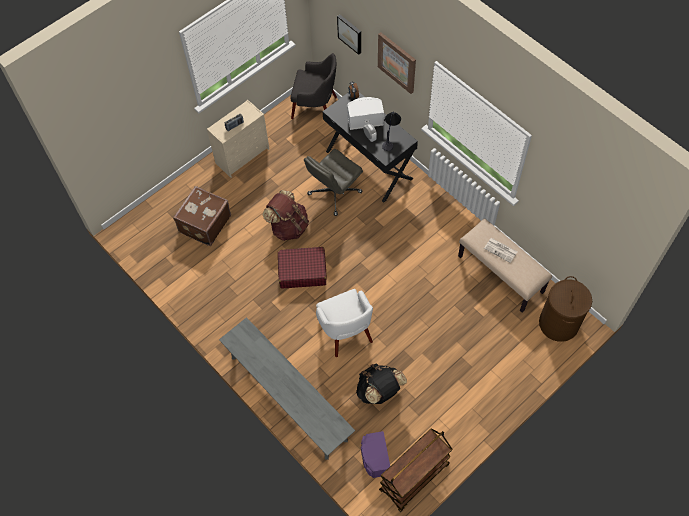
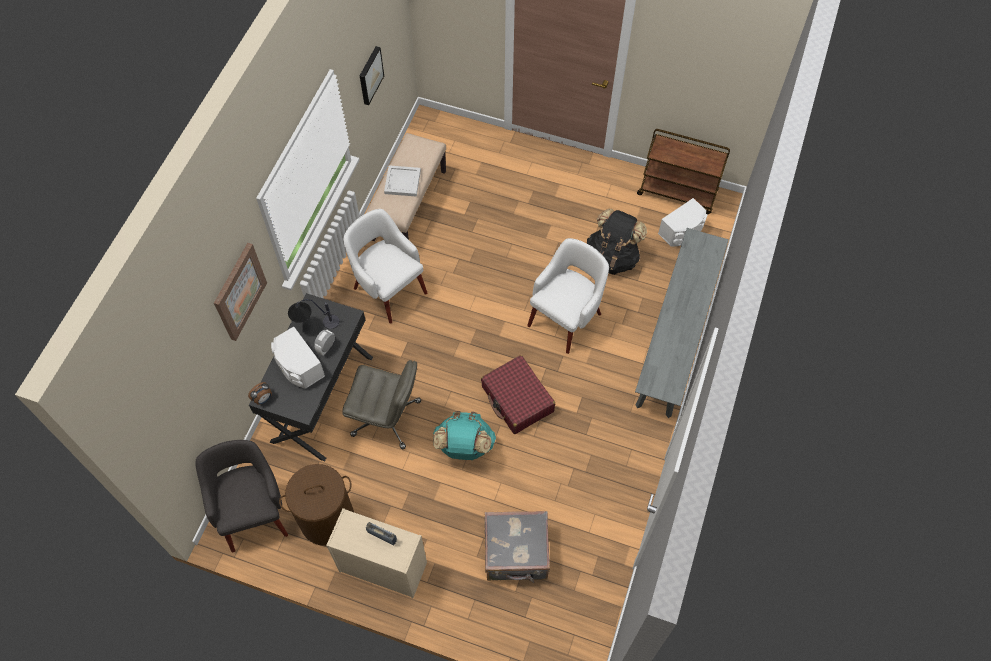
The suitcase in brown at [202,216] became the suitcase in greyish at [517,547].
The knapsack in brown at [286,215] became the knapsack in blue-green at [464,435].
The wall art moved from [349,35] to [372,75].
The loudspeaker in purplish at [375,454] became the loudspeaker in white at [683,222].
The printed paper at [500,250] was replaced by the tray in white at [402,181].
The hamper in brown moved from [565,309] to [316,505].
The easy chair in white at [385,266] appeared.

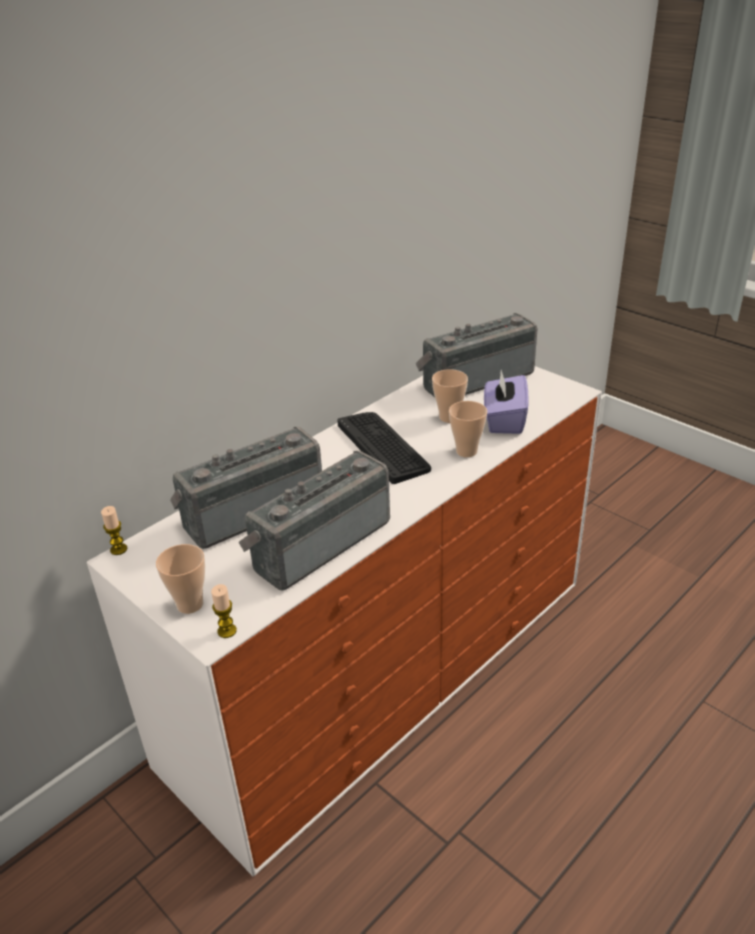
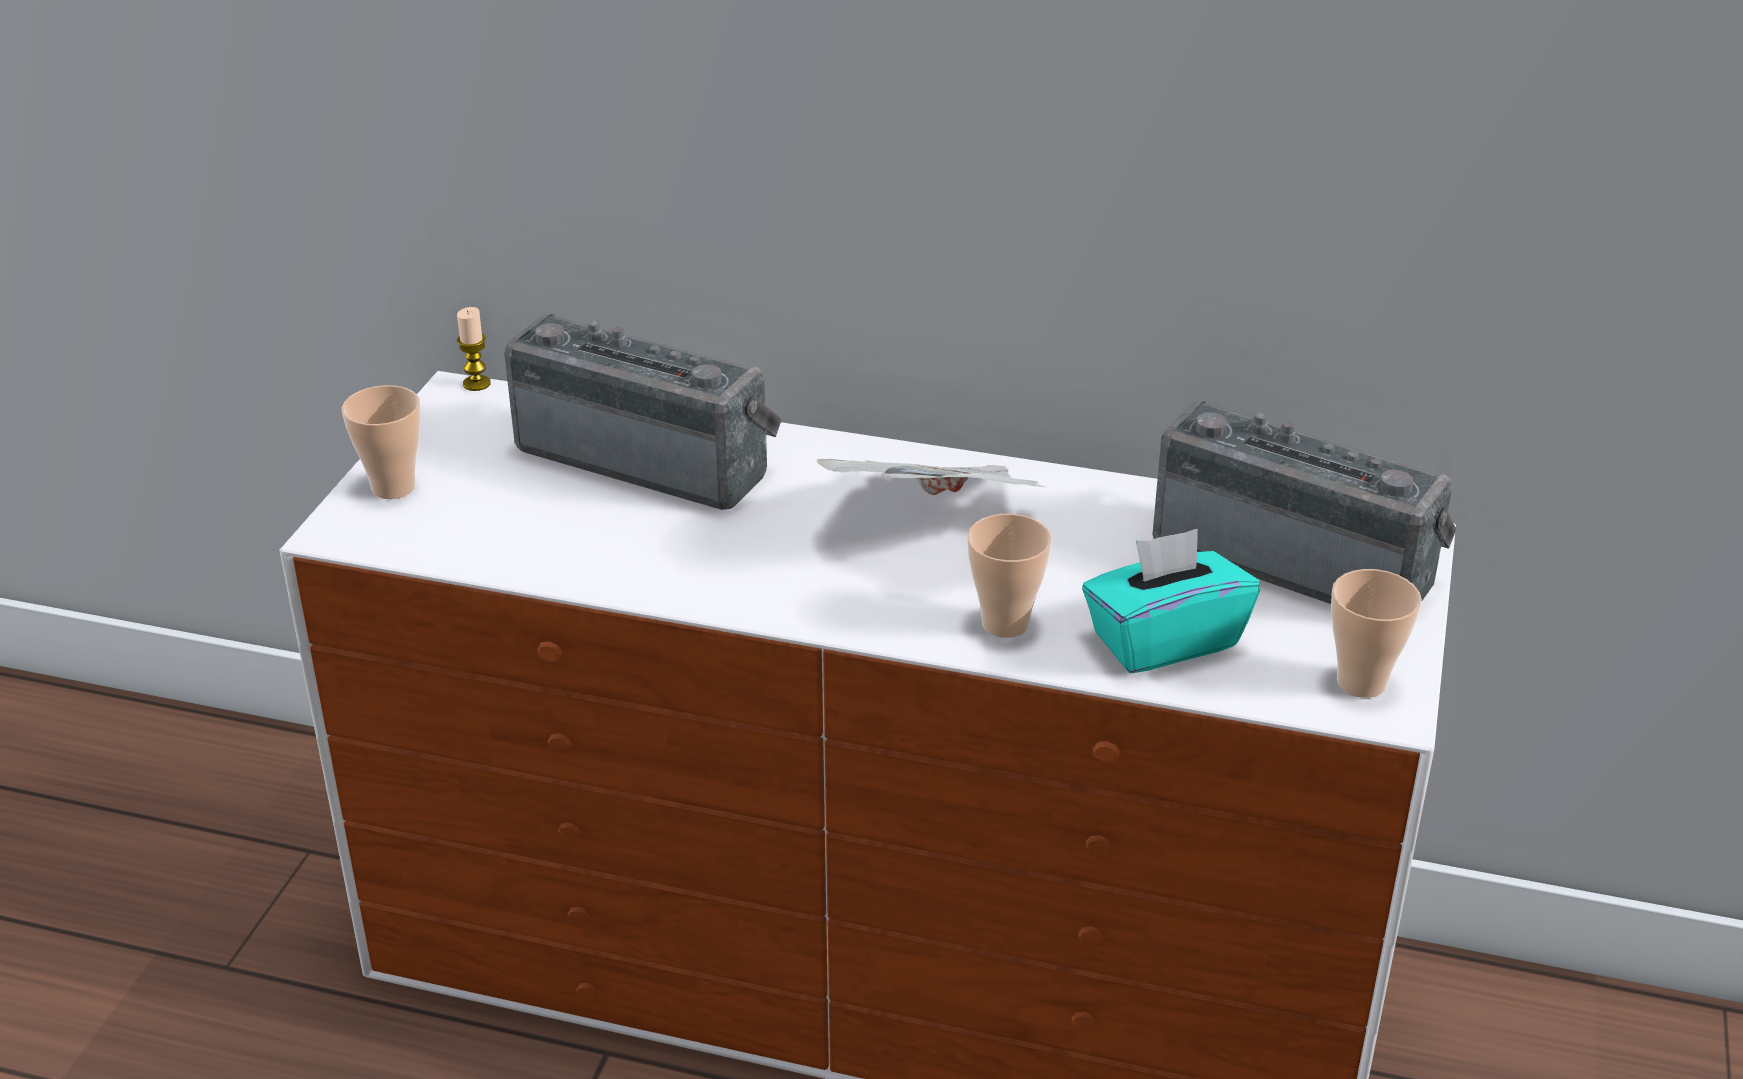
The candle at [224,611] disappeared.
The radio set at [314,521] disappeared.
The PC keyboard at [384,448] was replaced by the printed paper at [931,477].
The cup moved from [450,396] to [1376,633].
The tissue holder in purplish at [506,402] became the tissue holder in blue-green at [1171,600].

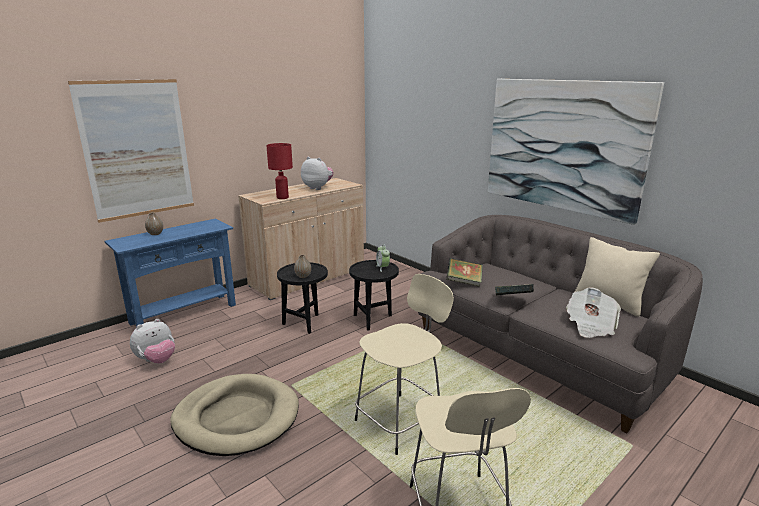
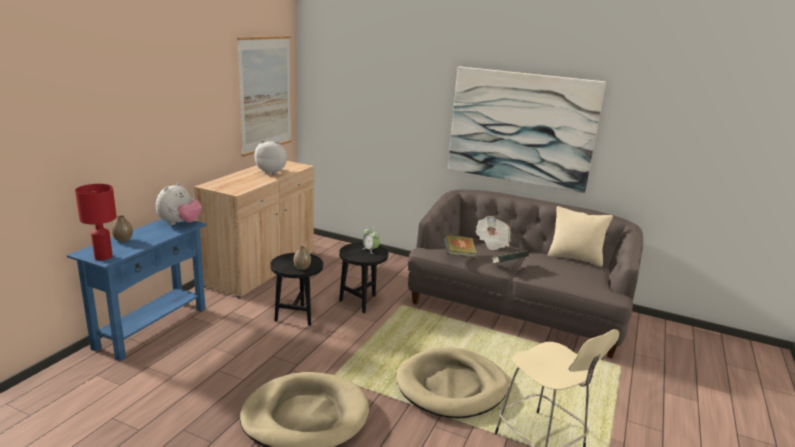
The wall art moved from [131,151] to [264,96].
The cuddly toy moved from [152,341] to [179,203].
The table lamp in red moved from [279,171] to [96,222].
The sitting stool in beige-coloured at [404,364] was replaced by the pet bed in beige-coloured at [452,383].
The printed paper moved from [593,312] to [493,233].

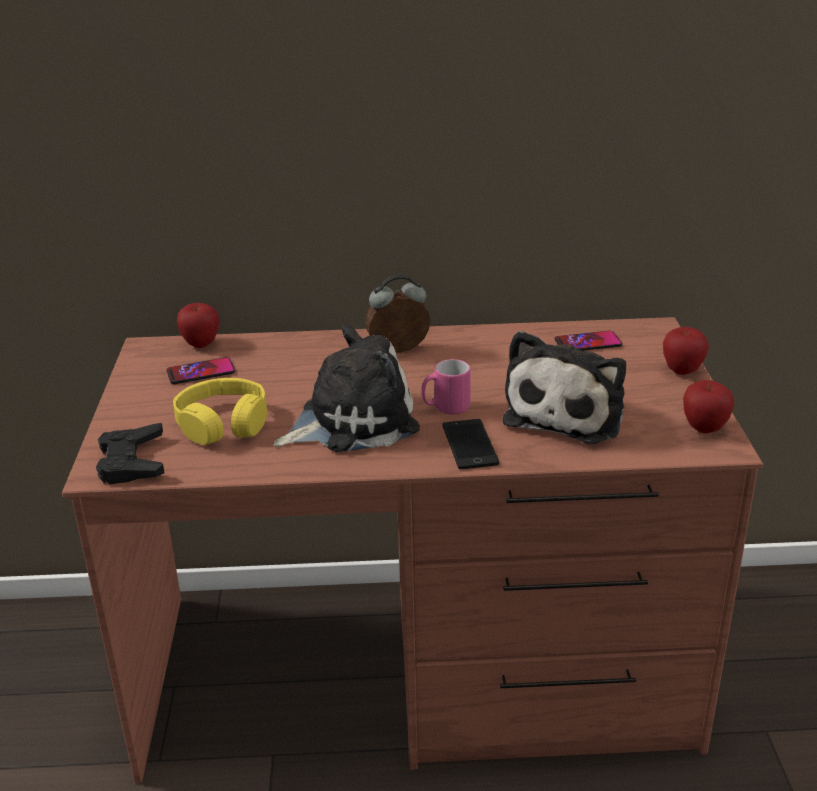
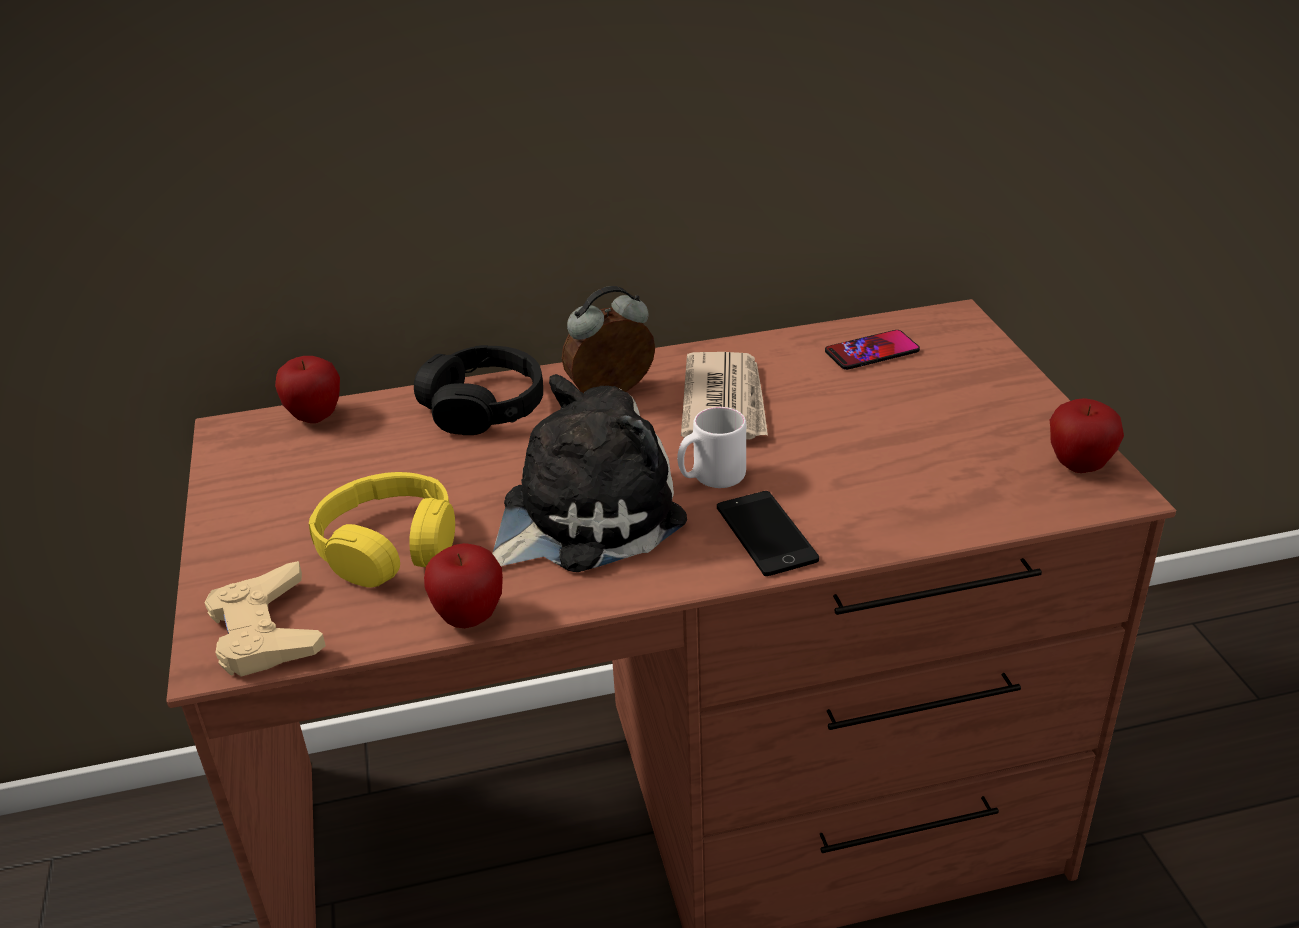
The game controller in black at [130,453] became the game controller in beige-coloured at [265,618].
The handset at [201,370] disappeared.
The coffee mug in pink-coloured at [446,387] became the coffee mug in white at [711,447].
The cuddly toy at [564,387] disappeared.
The whole apple moved from [686,351] to [463,585].
The pair of headphones in black at [478,390] appeared.
The printed paper at [724,396] appeared.

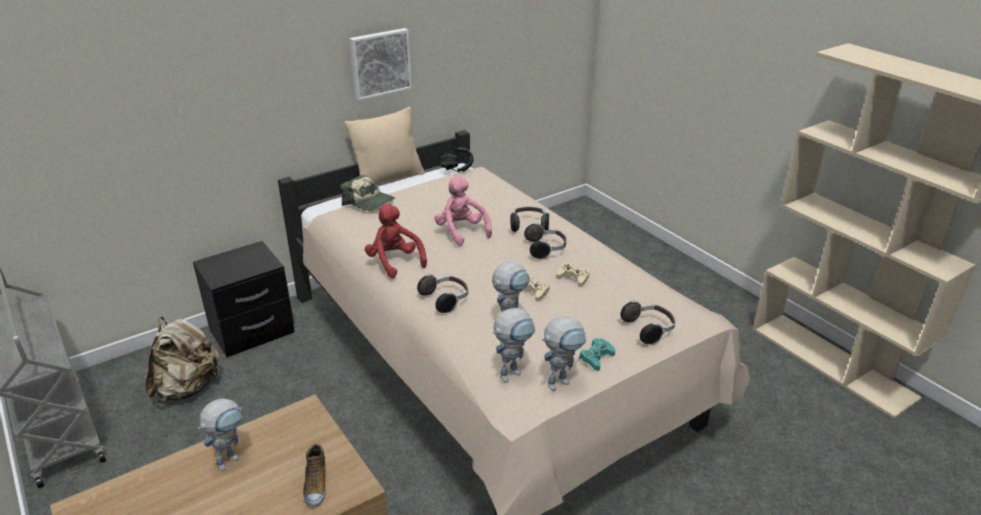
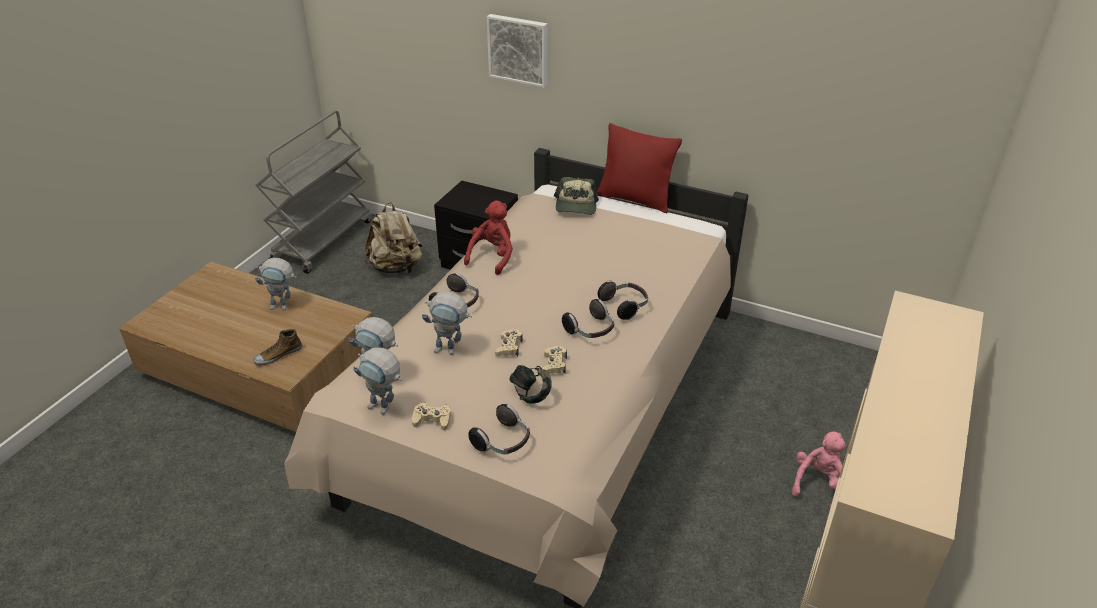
The cushion in beige-coloured at [385,146] became the cushion in red at [639,168].
The wall art moved from [380,64] to [517,51].
The cuddly toy in pink-coloured moved from [463,211] to [819,469].
The pair of headphones moved from [457,160] to [530,384].
The game controller in blue-green at [597,354] became the game controller in beige-coloured at [431,416].

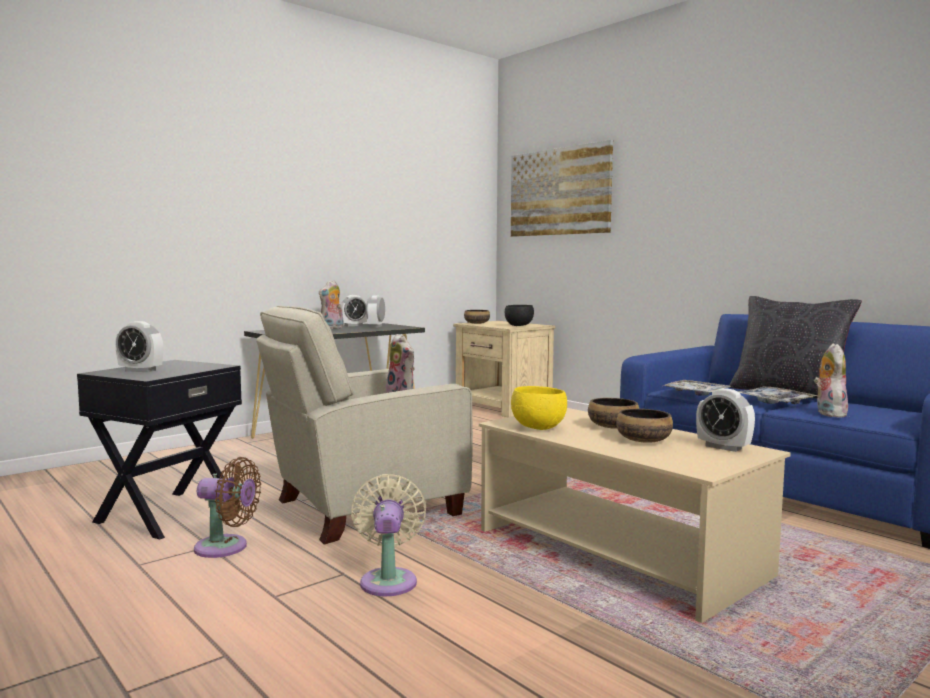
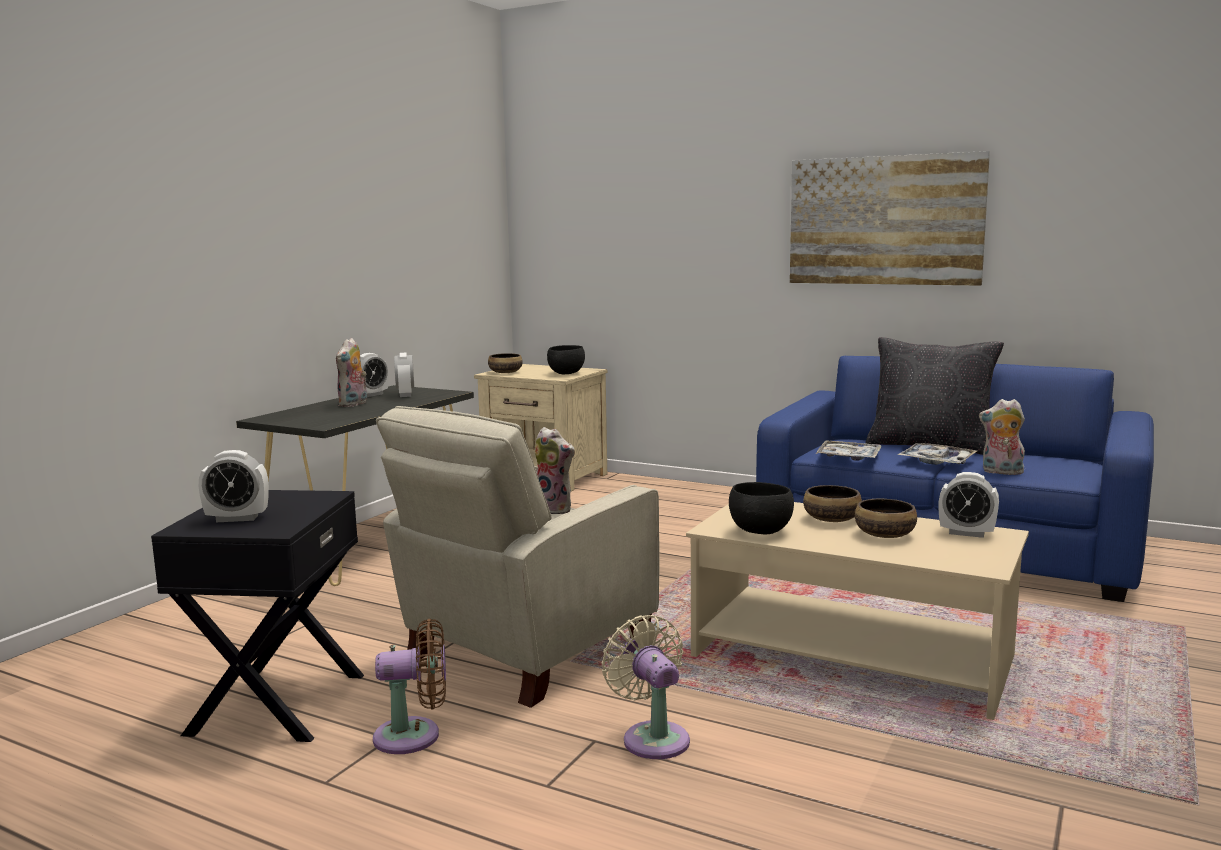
The wall art moved from [562,188] to [890,218].
The serving bowl in yellowish at [539,408] became the serving bowl in black at [761,508].
The cuddly toy at [831,380] turned 60 degrees counterclockwise.

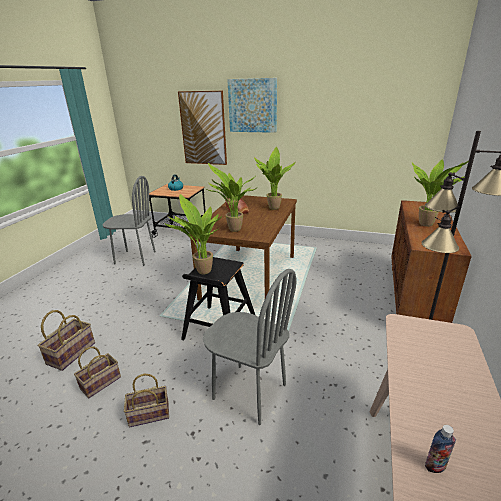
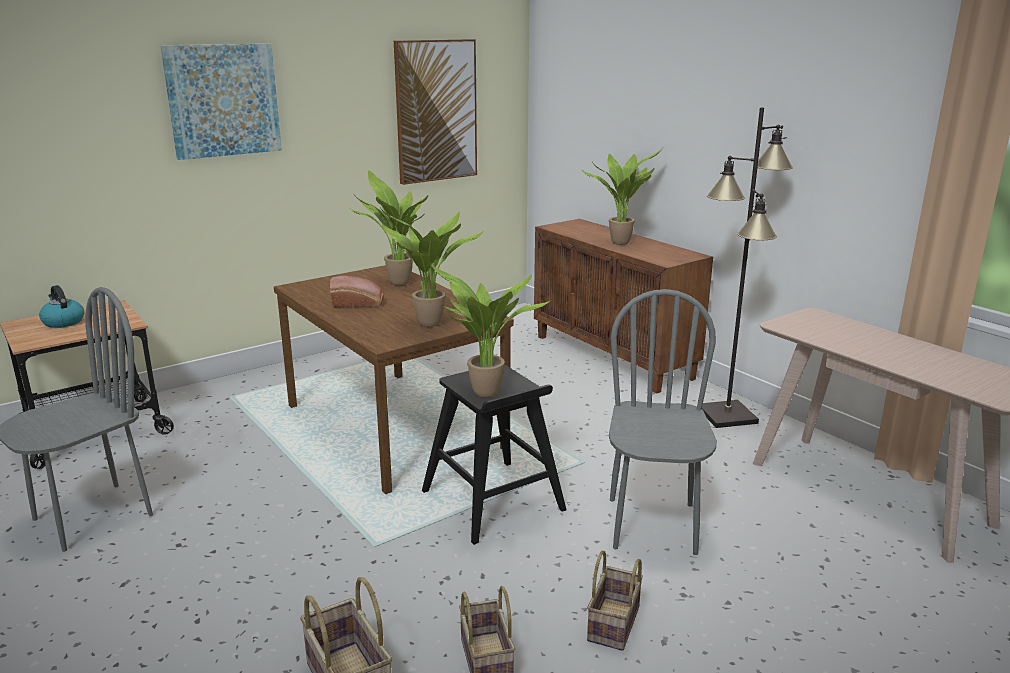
The wall art moved from [202,128] to [435,112].
The chair in greyish at [249,347] turned 60 degrees counterclockwise.
The bottle at [440,449] disappeared.

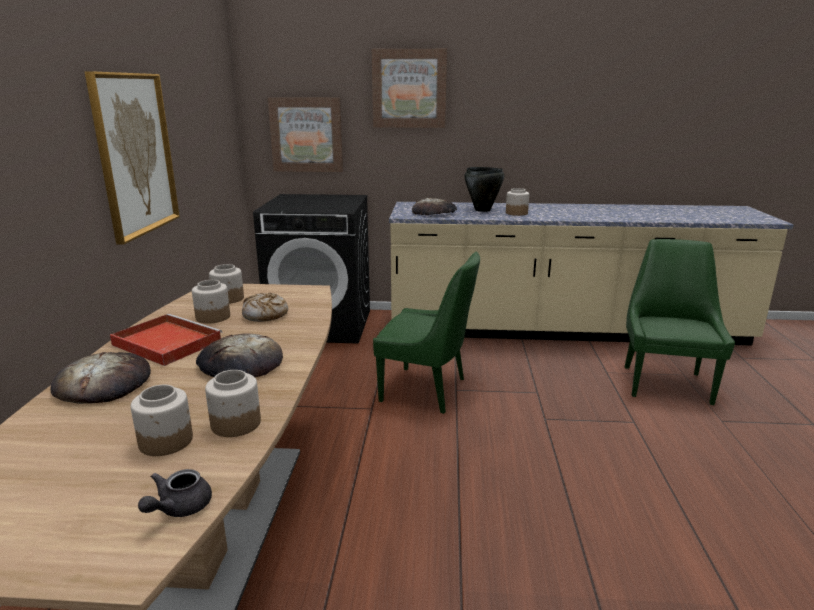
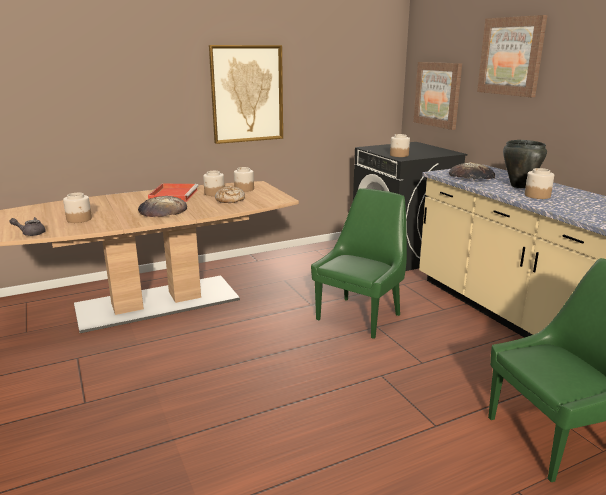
The bread at [100,378] disappeared.
The storage jar moved from [233,403] to [400,145].
The chair in greenish at [426,333] turned 135 degrees counterclockwise.

